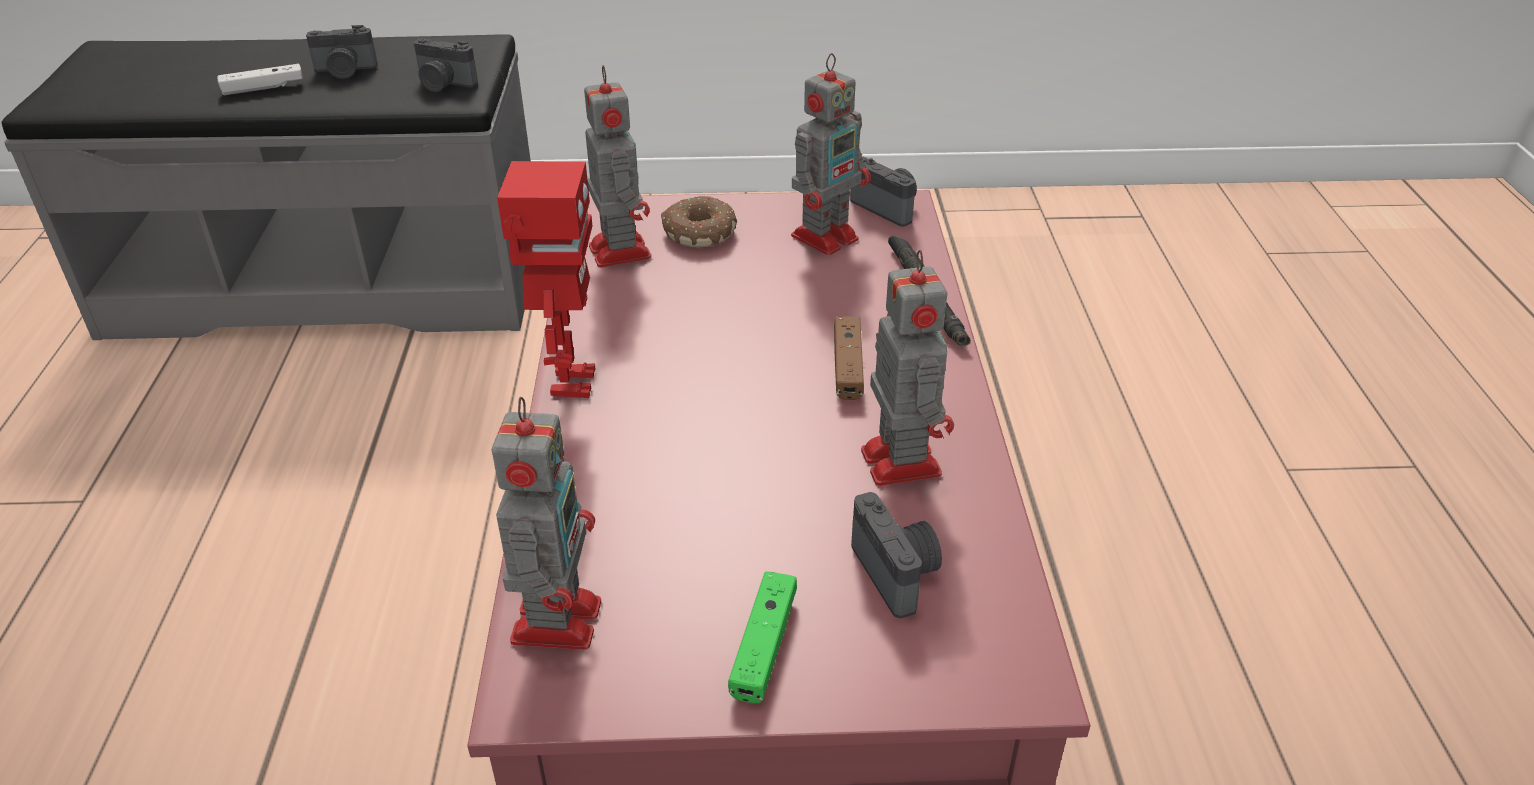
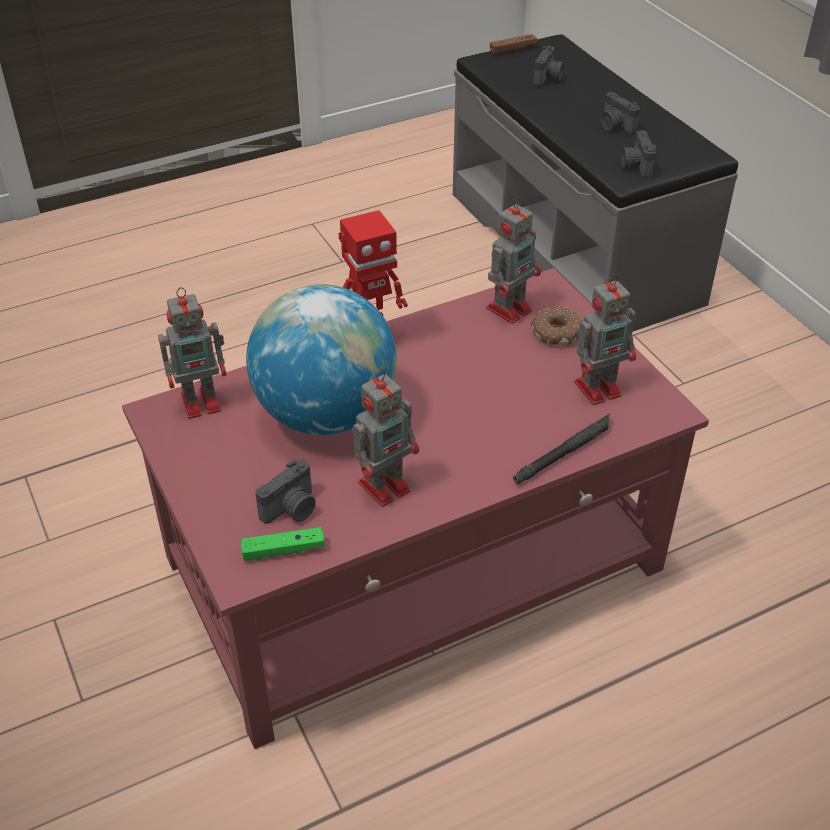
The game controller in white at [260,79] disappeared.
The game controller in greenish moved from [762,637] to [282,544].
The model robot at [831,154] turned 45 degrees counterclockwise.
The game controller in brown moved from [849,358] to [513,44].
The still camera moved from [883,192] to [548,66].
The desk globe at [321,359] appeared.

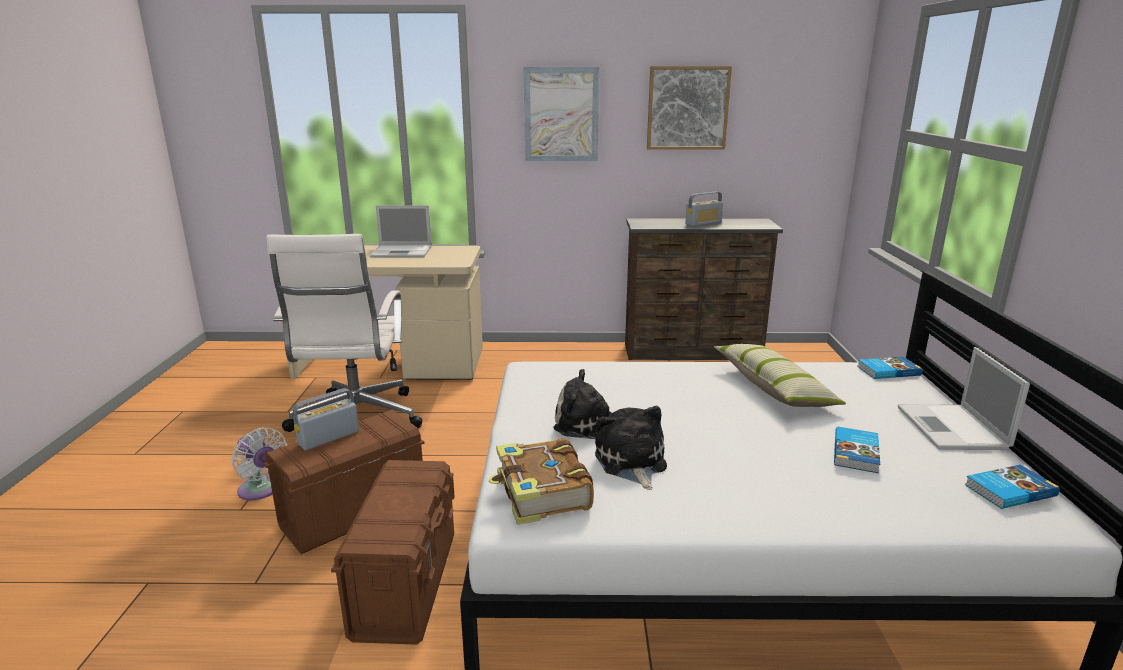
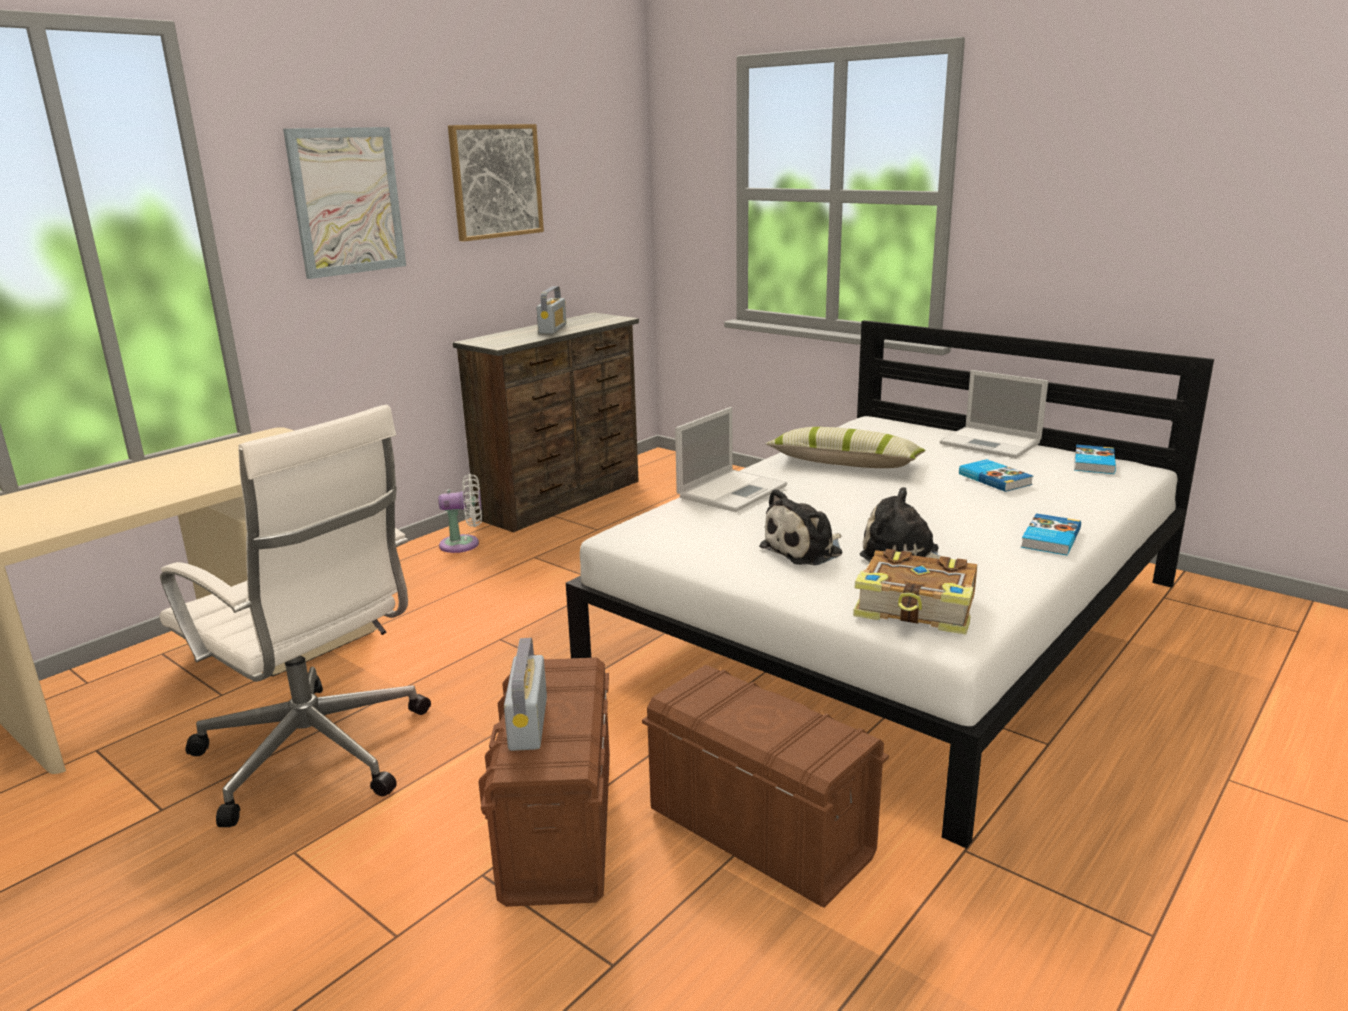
The fan in white moved from [259,464] to [460,513].
The portable computer moved from [401,231] to [731,459].
The volume moved from [890,368] to [1051,534].

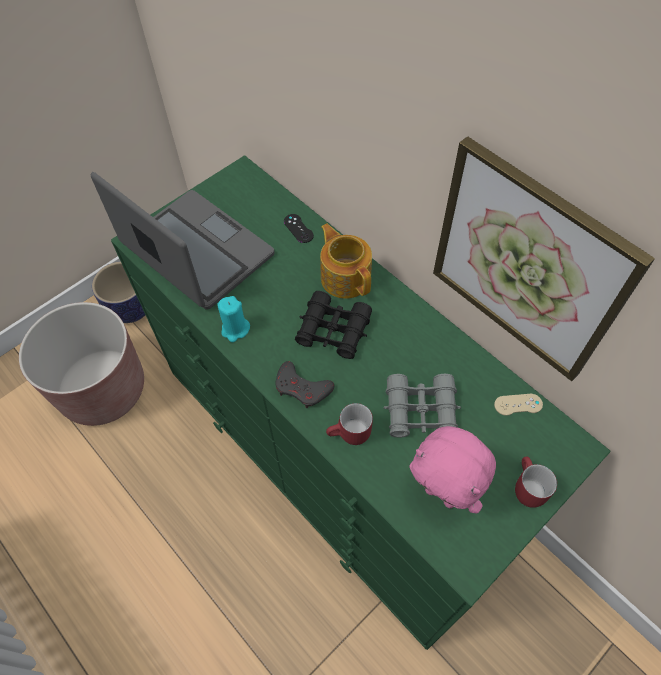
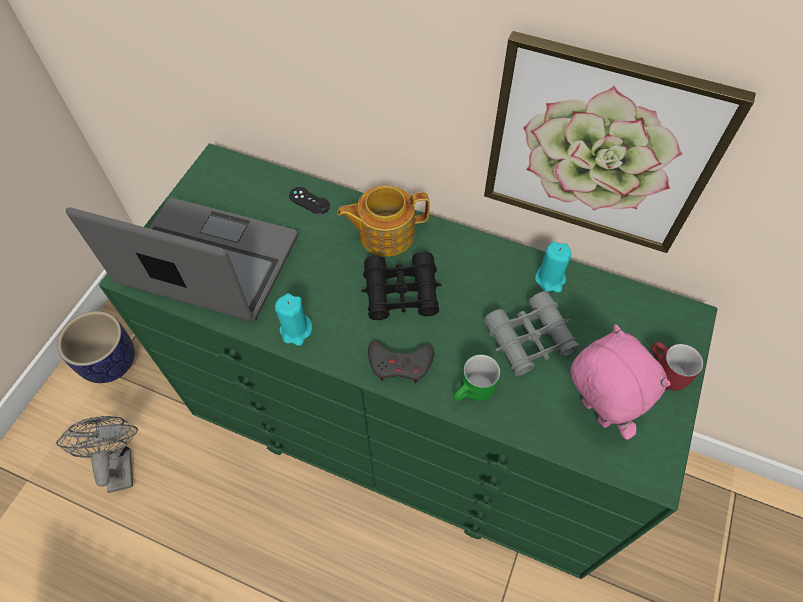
The planter in brown at [81,364] was replaced by the fan in greyish at [97,454].
The tea pot at [346,261] turned 45 degrees counterclockwise.
The coffee mug in red at [349,424] became the coffee mug in greenish at [476,378].
The cuddly toy in pink-coloured at [452,470] turned 135 degrees counterclockwise.
The game controller in beige-coloured at [518,405] disappeared.
The candle in blue-green at [553,267] appeared.

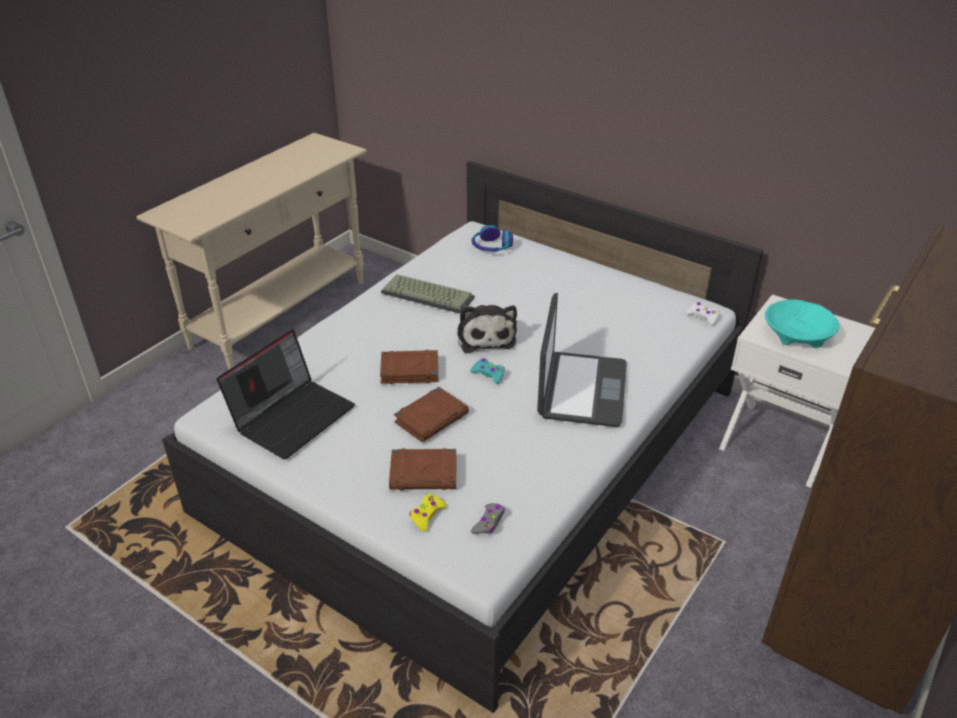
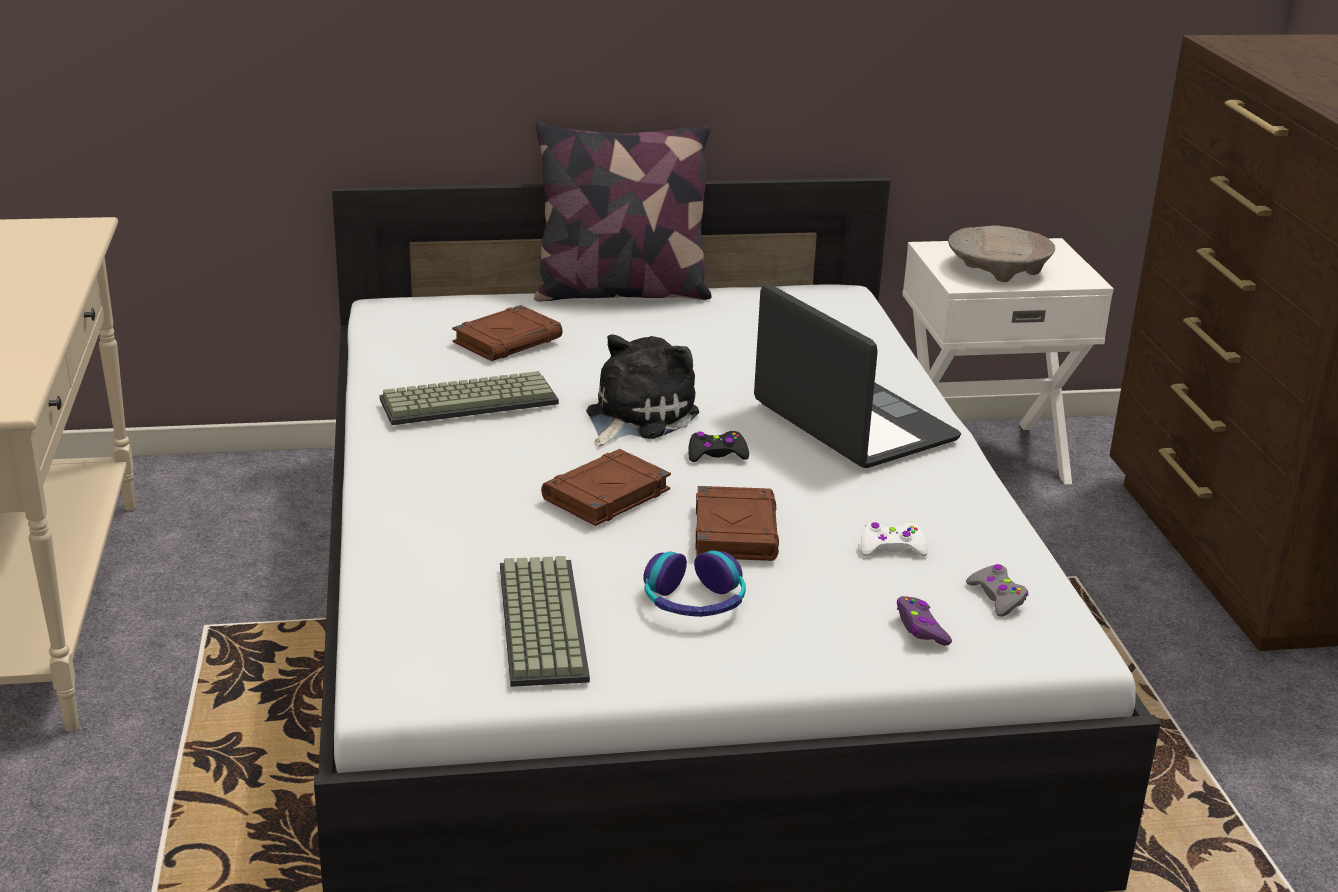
The portable computer at [286,394] was replaced by the PC keyboard at [545,621].
The volume in brown moved from [422,469] to [507,333].
The game controller in yellowish at [428,513] became the game controller in purplish at [924,621].
The cuddly toy at [487,329] turned 90 degrees counterclockwise.
The game controller in blue-green at [487,371] became the game controller in black at [718,446].
The pair of headphones moved from [492,238] to [694,583].
The game controller in white moved from [702,313] to [894,539].
The serving bowl in blue-green at [802,323] became the serving bowl in beige-coloured at [1001,253].
The cushion at [623,212] appeared.

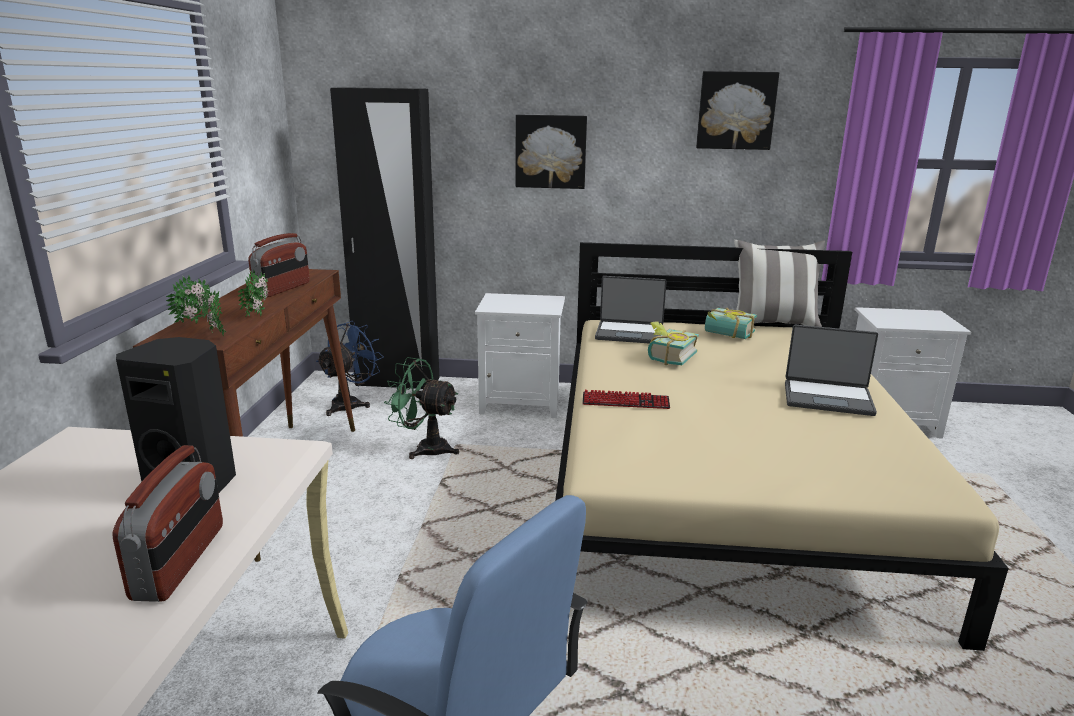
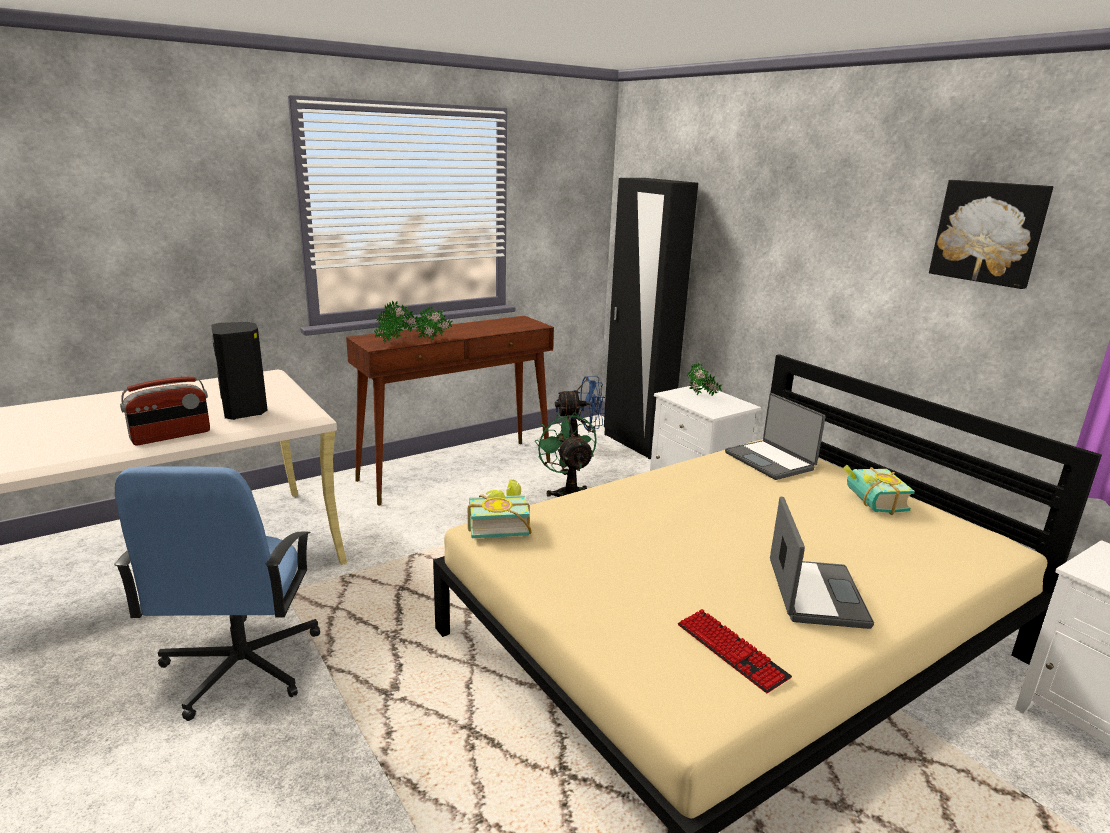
The radio set at [279,265] disappeared.
The wall art at [551,152] disappeared.
The PC keyboard moved from [626,399] to [735,651].
The volume moved from [673,343] to [500,508].
The cushion at [779,283] disappeared.
The portable computer at [831,370] turned 150 degrees counterclockwise.
The plant in a pot at [704,379] appeared.

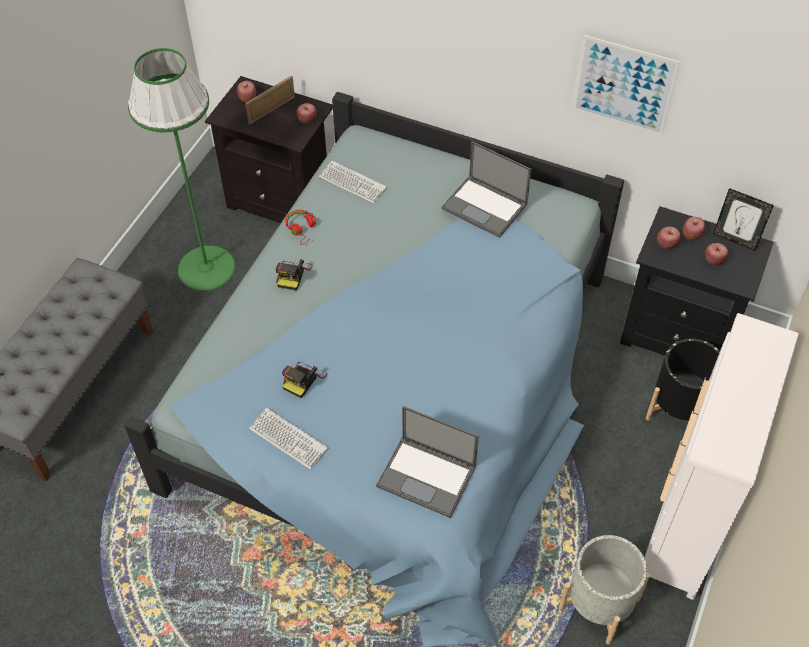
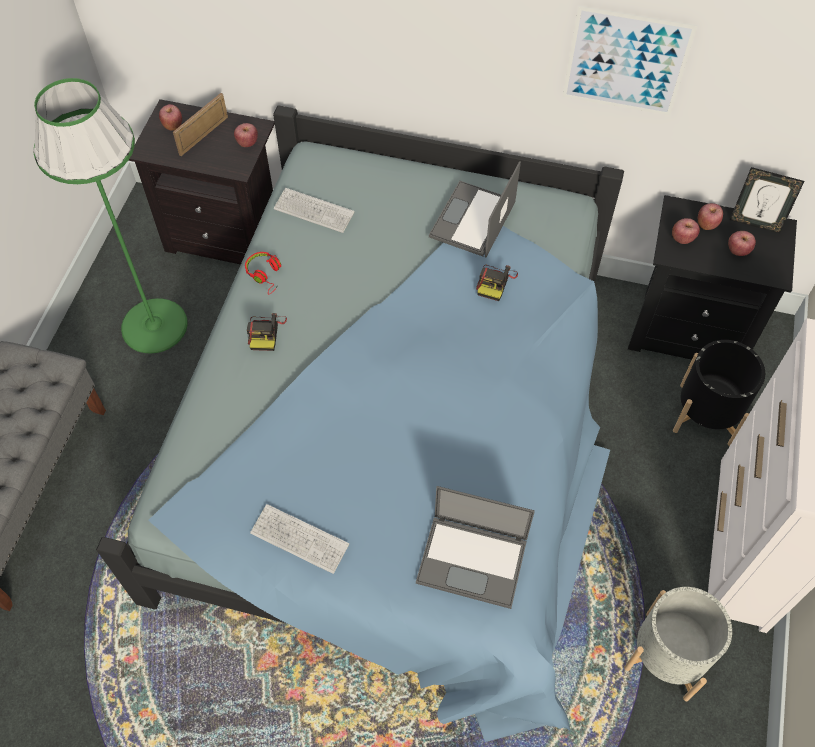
The still camera moved from [304,380] to [497,283].
The portable computer at [486,189] turned 90 degrees clockwise.

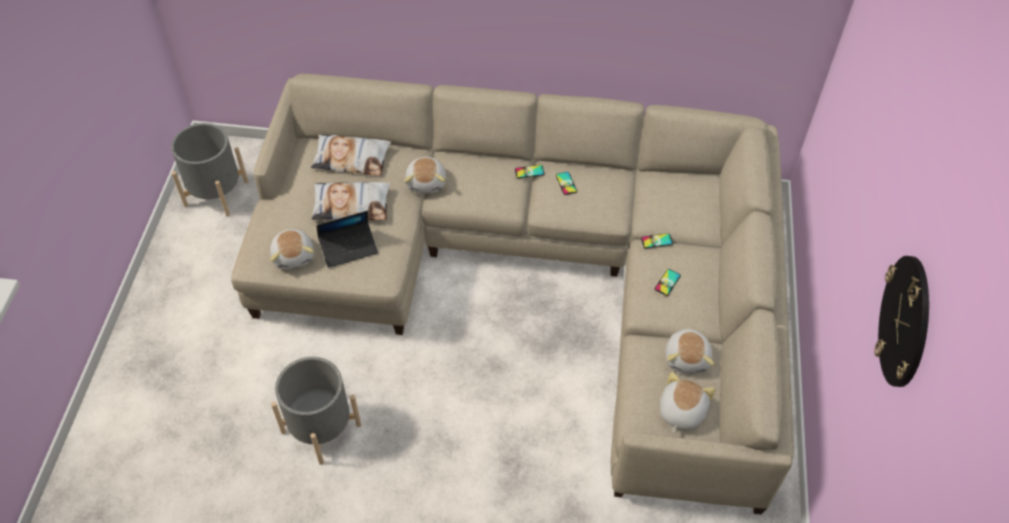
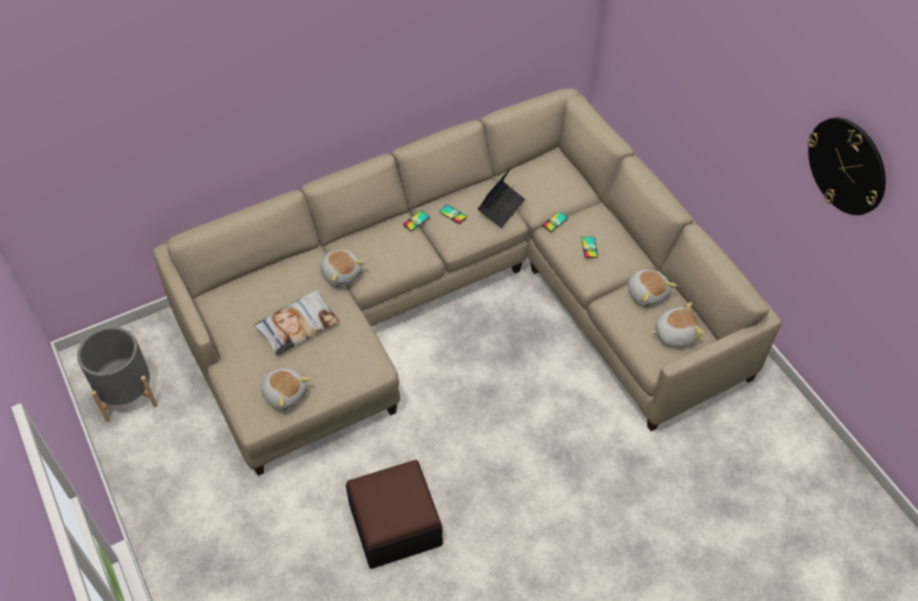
The planter in greyish at [316,411] was replaced by the pouffe at [394,514].
The cushion at [351,155] disappeared.
The portable computer moved from [347,239] to [501,197].
The cuddly toy at [687,402] turned 90 degrees clockwise.

